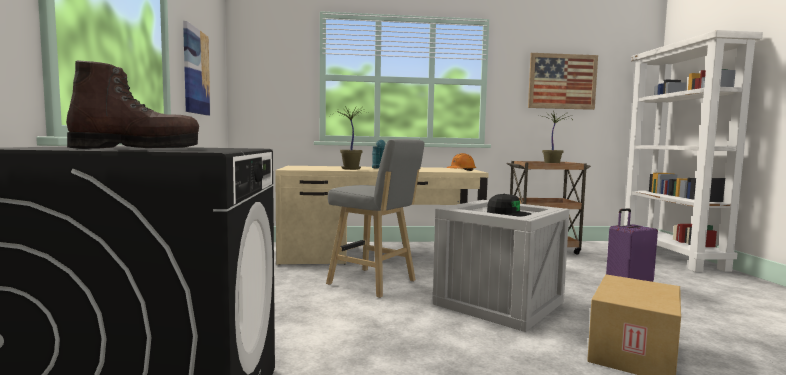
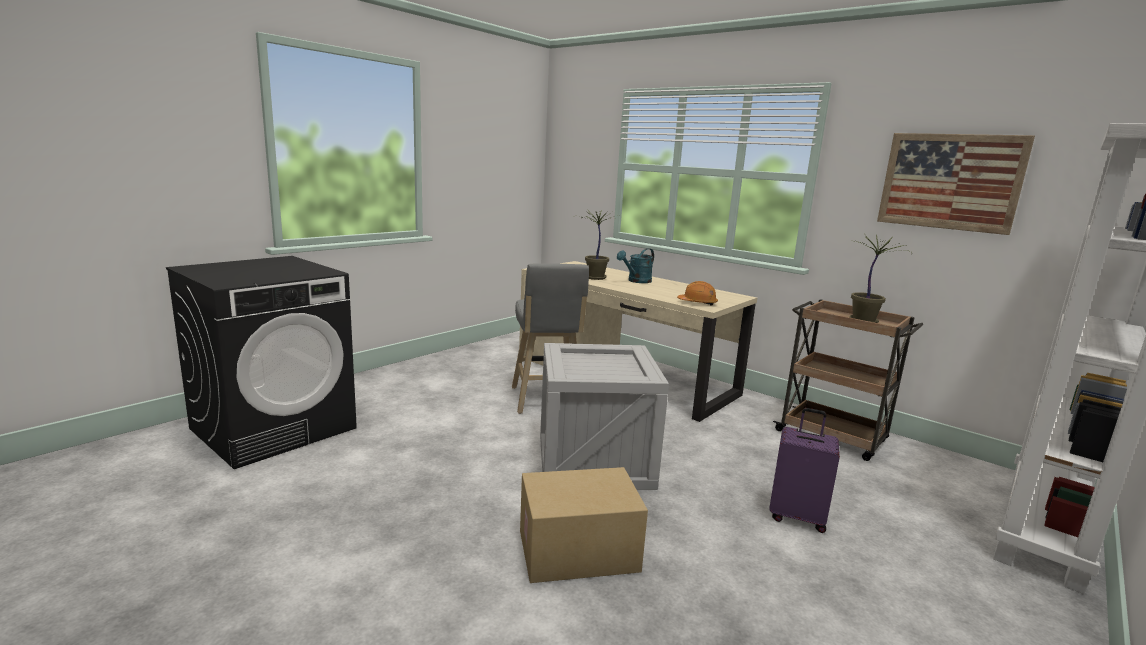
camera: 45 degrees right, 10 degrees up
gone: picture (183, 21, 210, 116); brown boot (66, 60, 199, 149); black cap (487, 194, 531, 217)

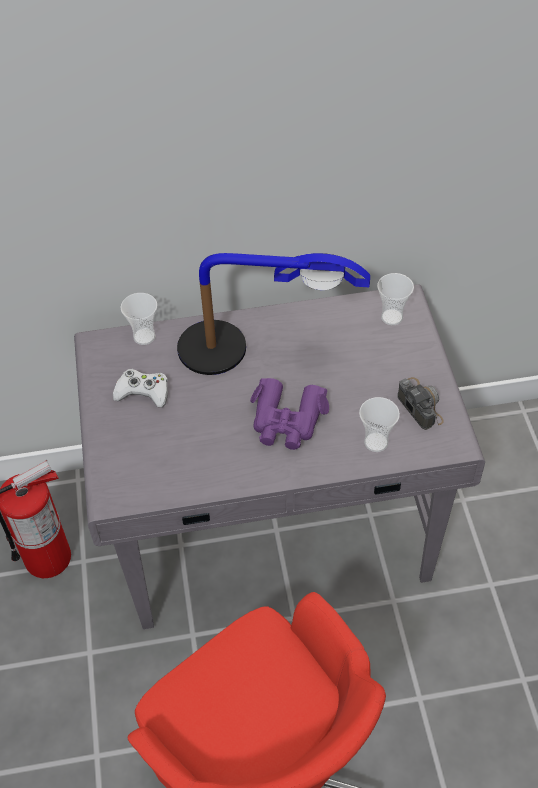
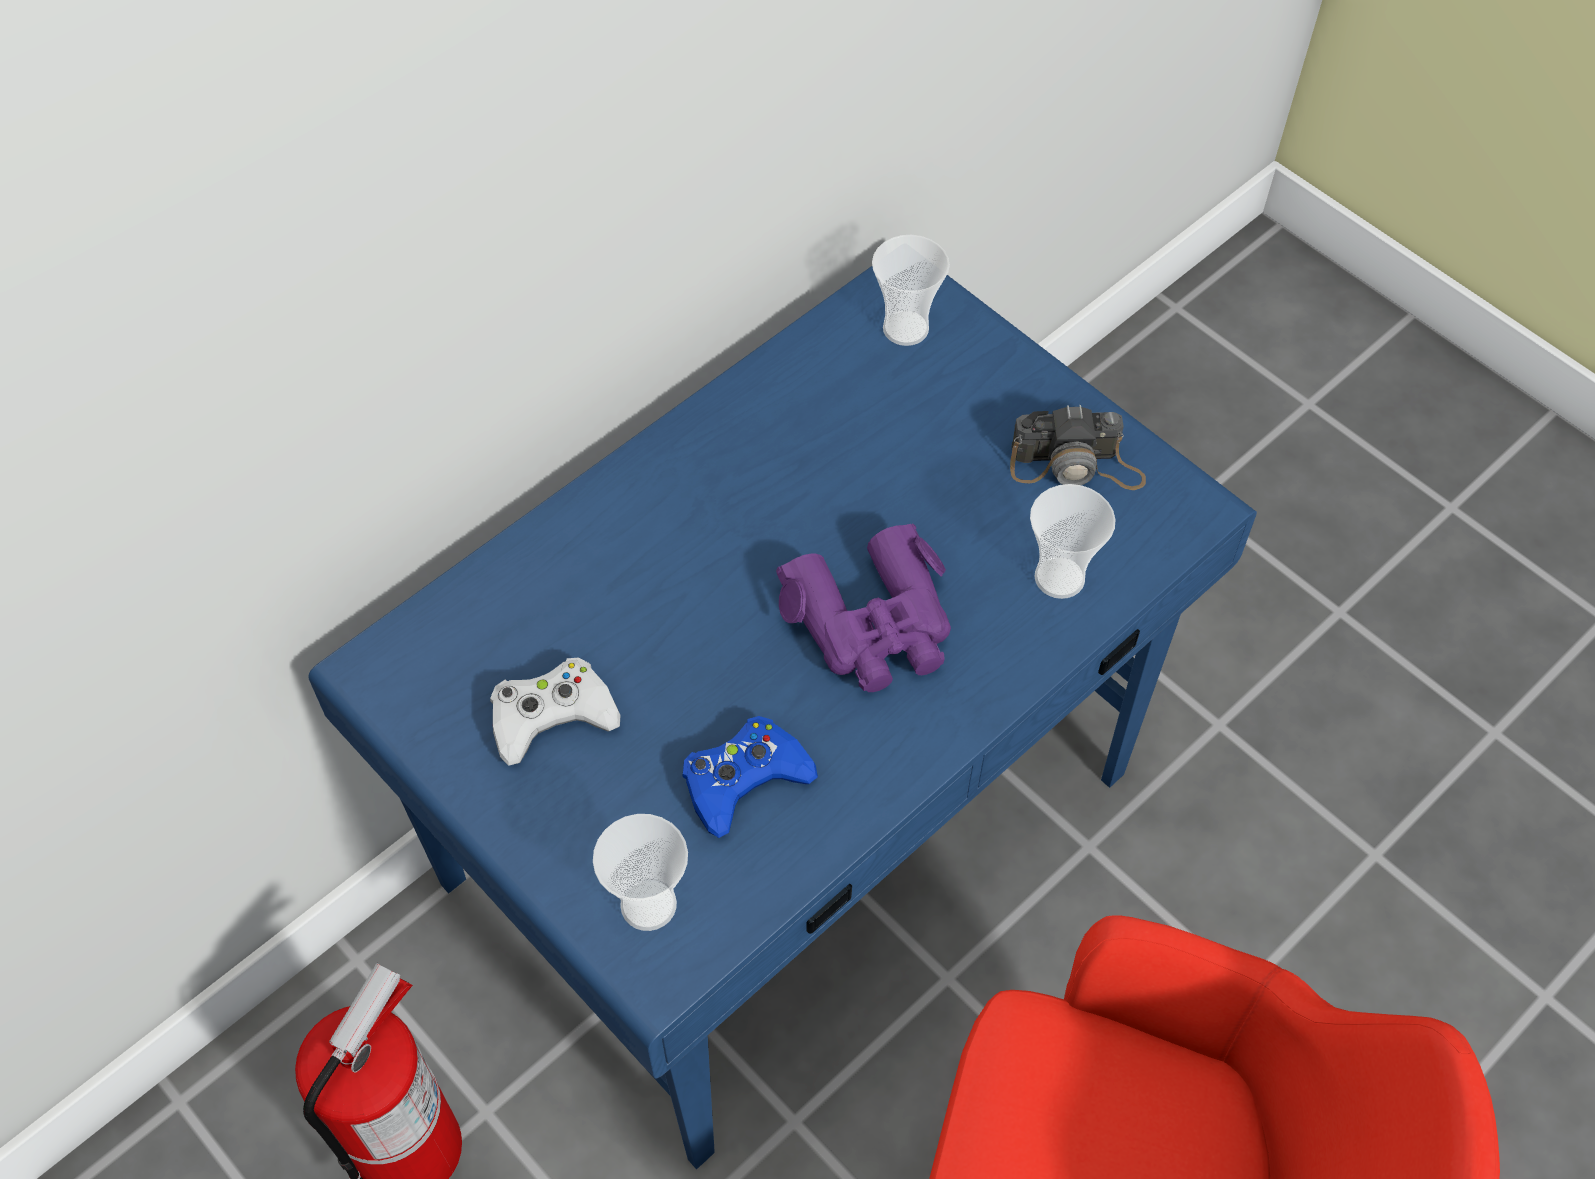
camera: 35 degrees left, 5 degrees up
gone: table lamp (177, 253, 370, 375)
new: blue game controller (682, 716, 818, 838)
shifted: cup (121, 293, 157, 345) to (593, 814, 688, 931)
repainted: grey desk (74, 284, 485, 629) to blue desk (308, 266, 1257, 1170)
rotated: photo camera (397, 377, 444, 430) = (1010, 405, 1146, 490) 150 degrees clockwise

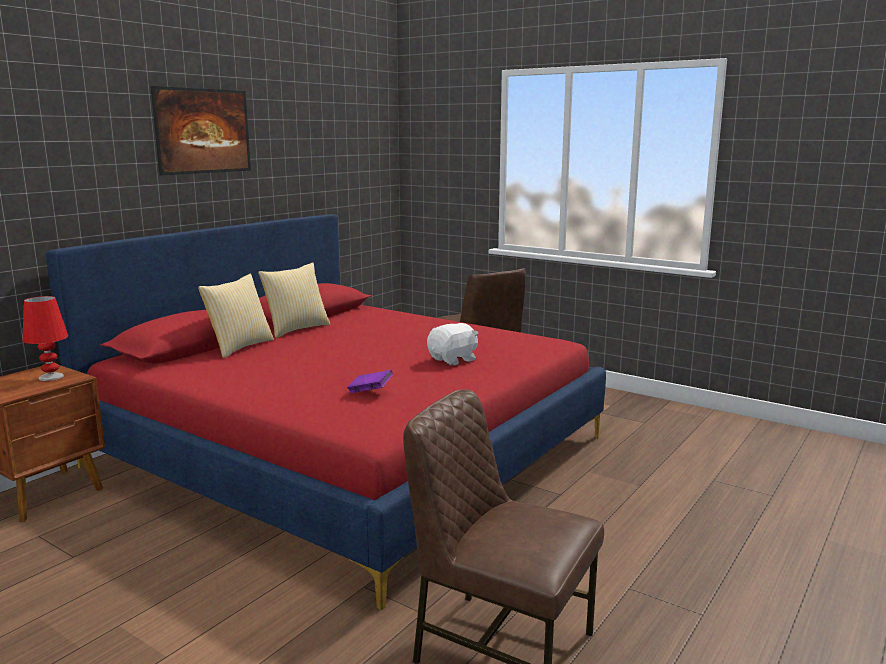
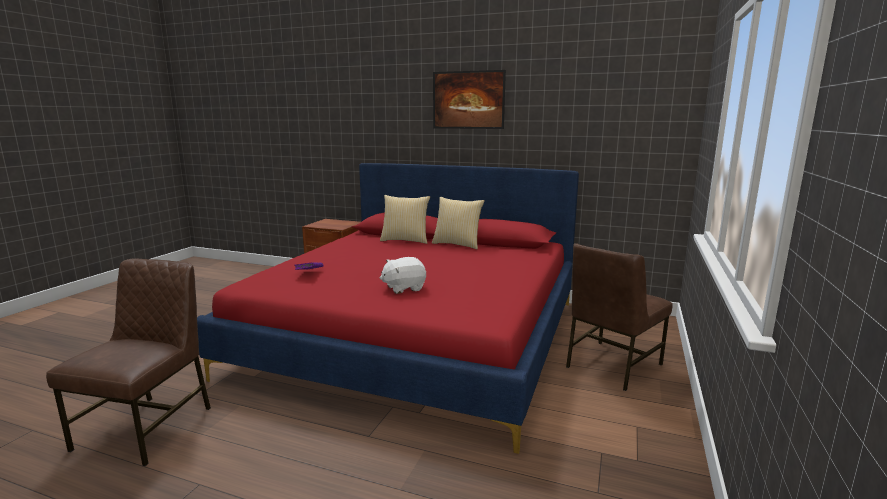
camera: 75 degrees right, 0 degrees up
gone: red table lamp (22, 296, 68, 381)
rotated: white plush toy (427, 323, 478, 366) = (380, 257, 426, 294) 120 degrees clockwise

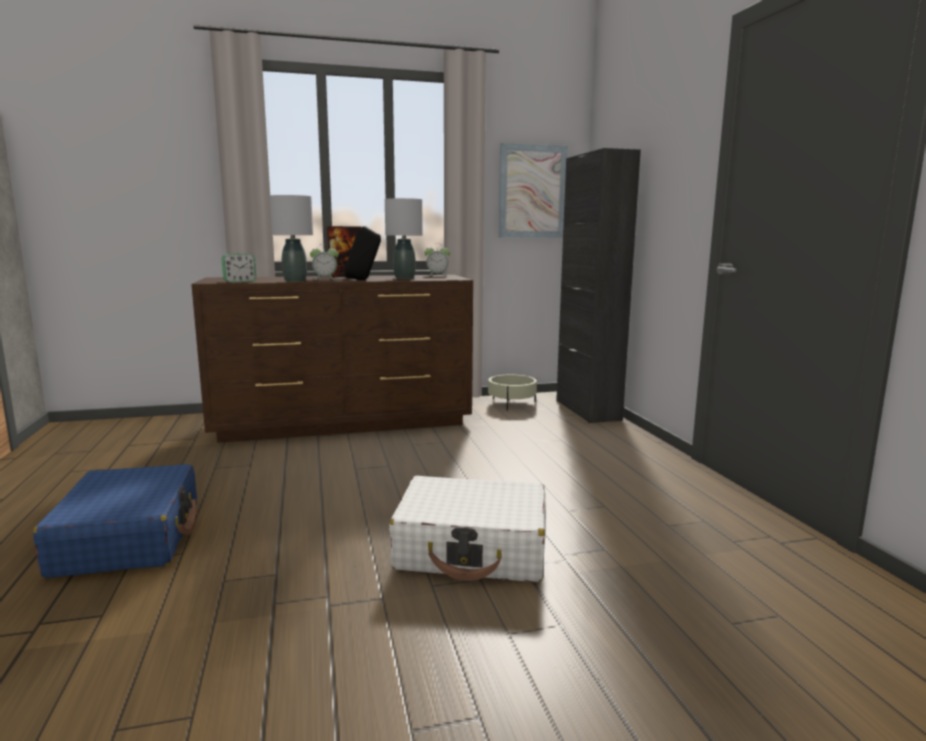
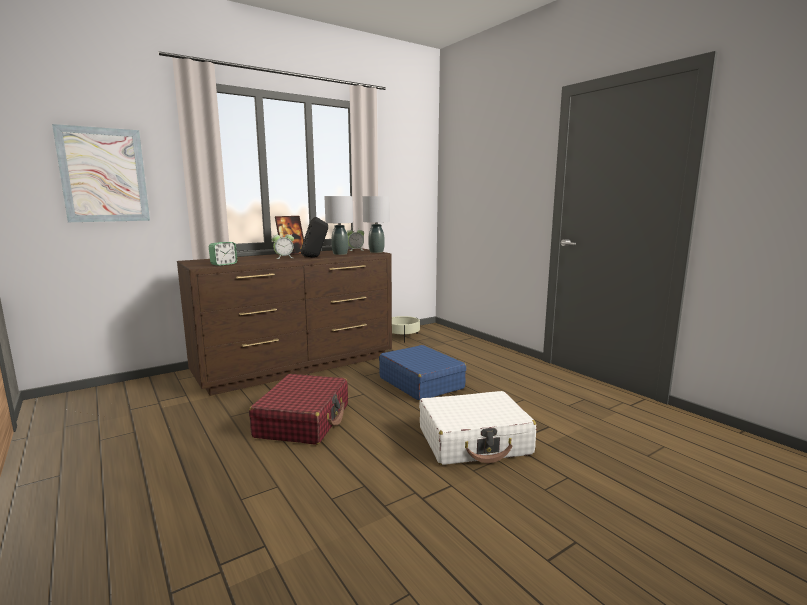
camera: 20 degrees left, 0 degrees up
gone: black cabinet (556, 148, 641, 423)
new: red suitcase (249, 374, 348, 445)
shifted: picture (499, 143, 568, 238) to (52, 124, 150, 222); grey table lamp (270, 195, 313, 282) to (363, 196, 390, 253); blue suitcase (33, 464, 197, 578) to (379, 345, 467, 401)

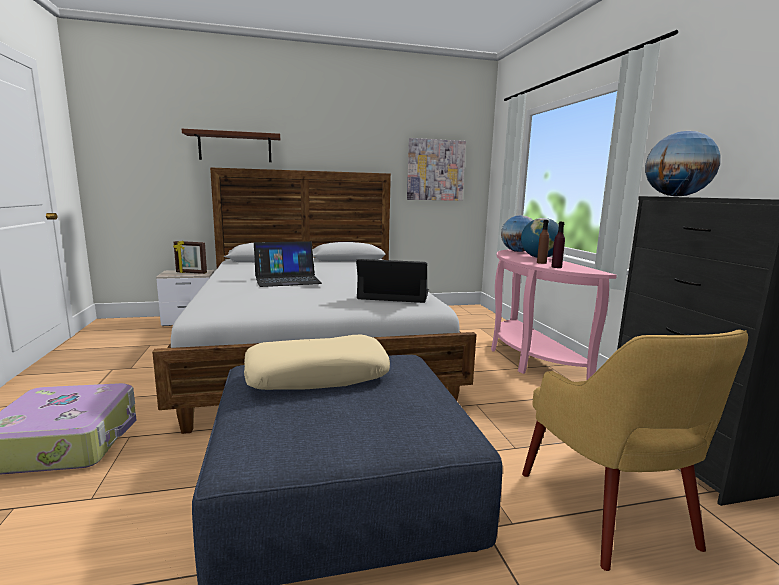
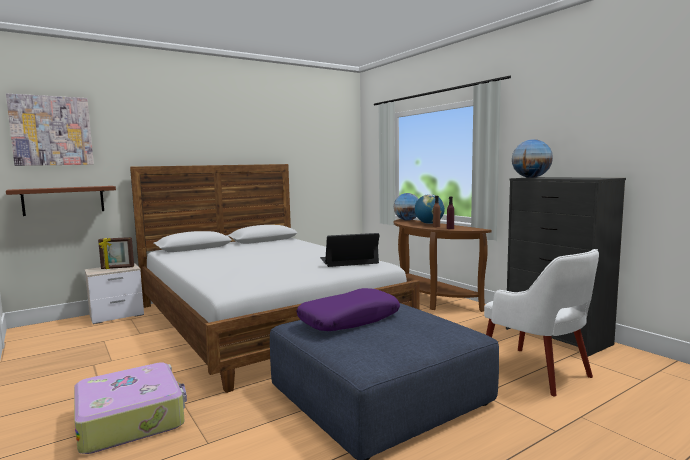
camera: 20 degrees left, 5 degrees down
gone: laptop (254, 241, 322, 287)
shifted: brown shelf (182, 129, 280, 162) to (6, 186, 116, 216); picture (407, 138, 466, 201) to (6, 93, 94, 166)
repainted: pink console table (491, 249, 617, 381) to brown console table (394, 219, 491, 312); yellow armchair (522, 329, 748, 571) to white armchair (484, 249, 599, 396); beige pillow (244, 335, 390, 390) to purple pillow (296, 288, 400, 331)

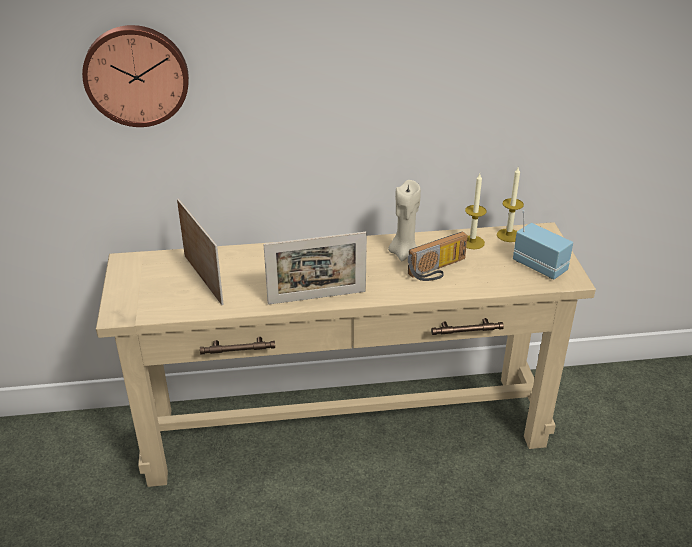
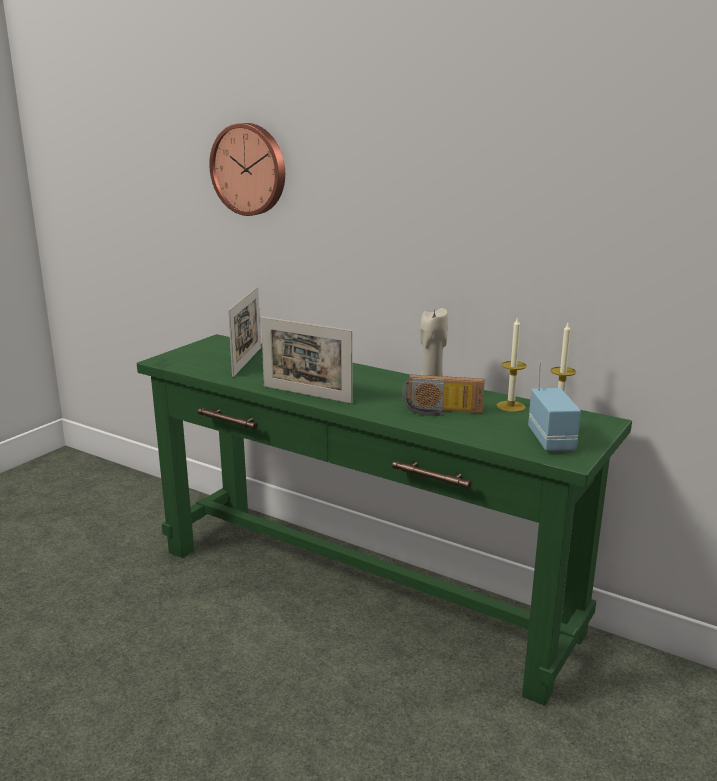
camera: 40 degrees right, 15 degrees down
repainted: beige console table (96, 222, 596, 487) to green console table (137, 334, 632, 706)

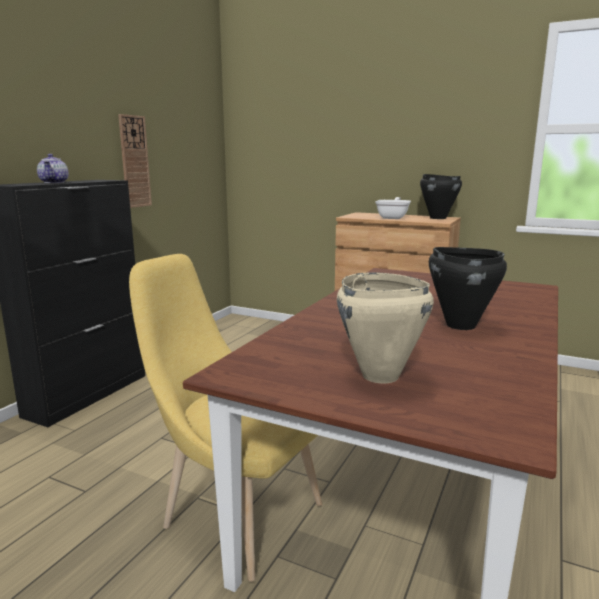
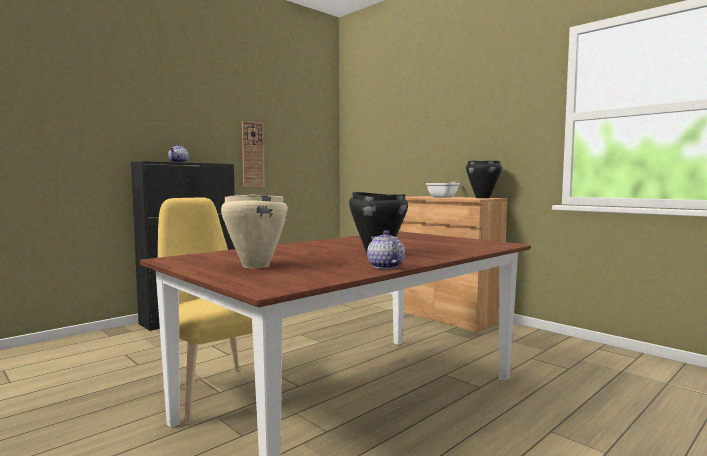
camera: 20 degrees right, 10 degrees down
new: teapot (367, 231, 405, 269)

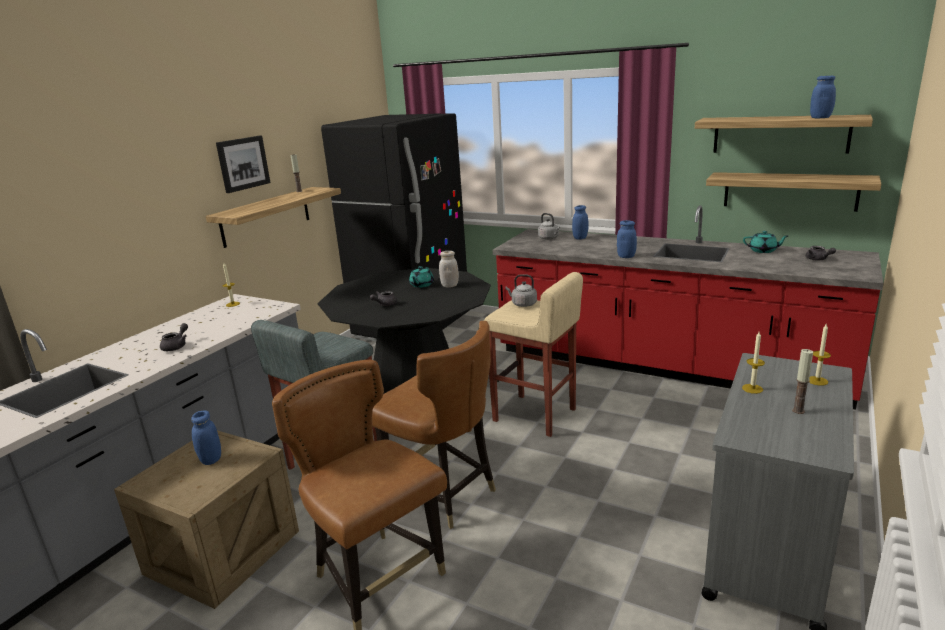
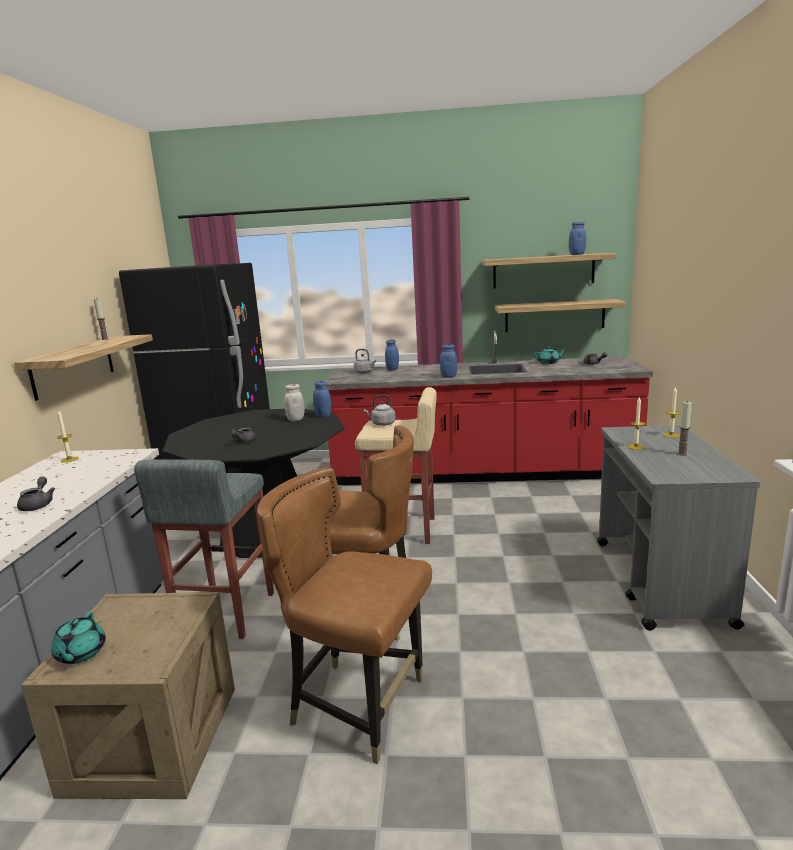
camera: 25 degrees left, 5 degrees down
gone: picture (216, 136, 270, 193)
shifted: turquoise teapot (409, 266, 434, 288) to (51, 612, 106, 664); blue jar (191, 410, 221, 465) to (313, 381, 331, 418)

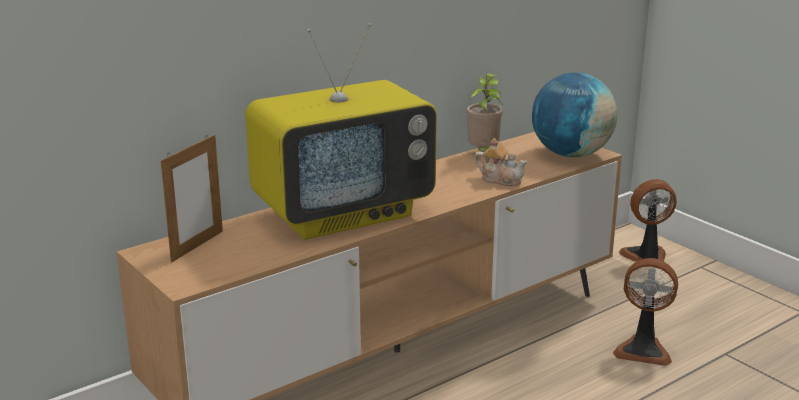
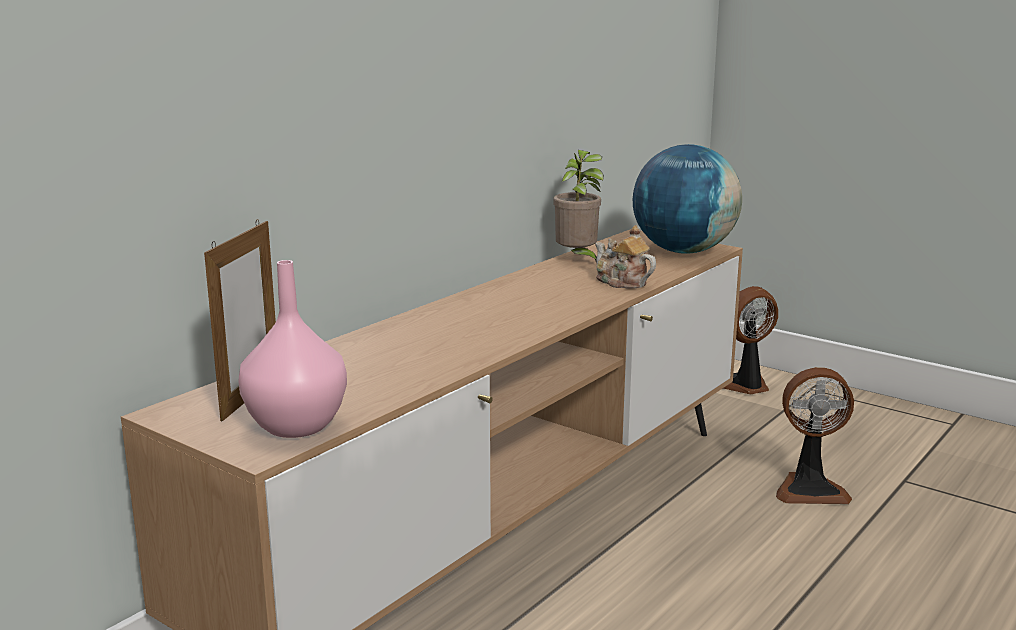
camera: 15 degrees left, 5 degrees down
gone: television (246, 23, 437, 239)
new: pink vase (239, 260, 347, 438)
rotated: teapot (474, 138, 527, 186) = (595, 225, 656, 288) 150 degrees counterclockwise

